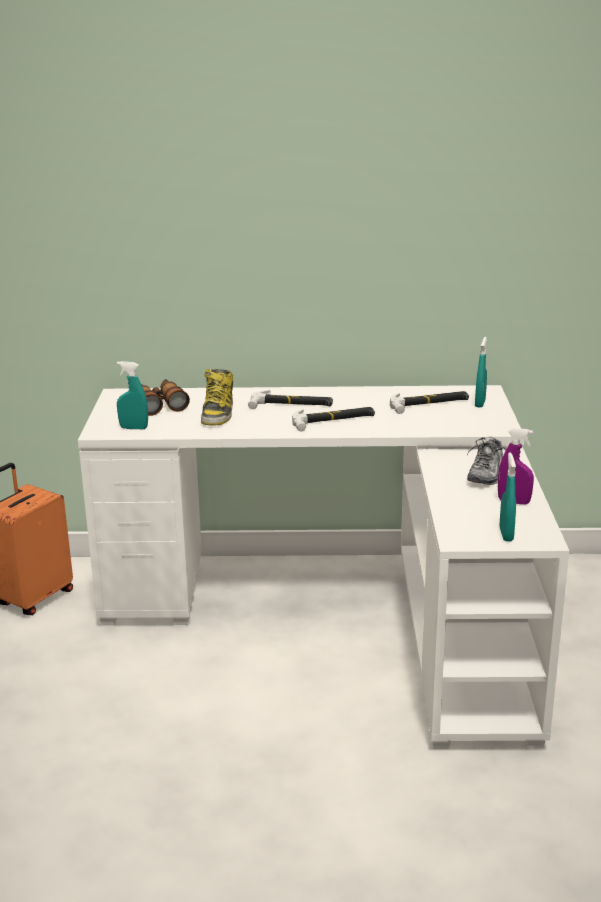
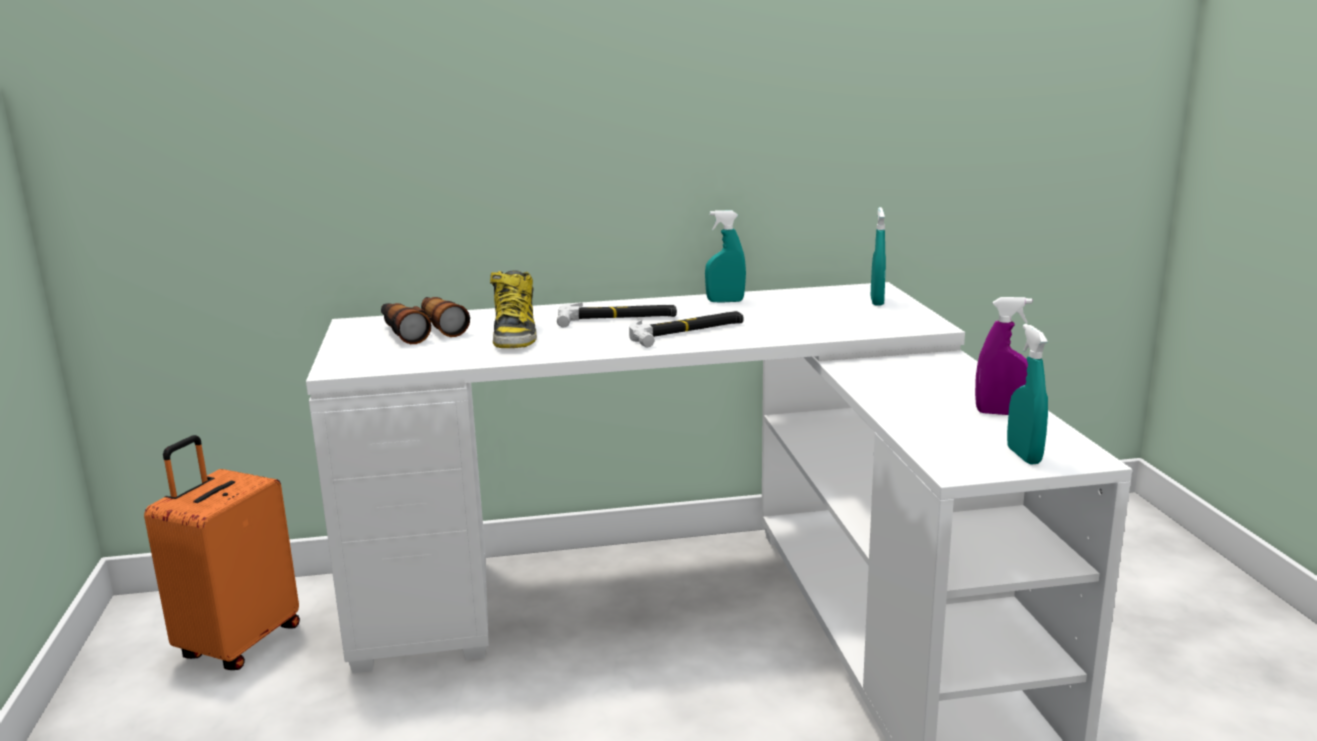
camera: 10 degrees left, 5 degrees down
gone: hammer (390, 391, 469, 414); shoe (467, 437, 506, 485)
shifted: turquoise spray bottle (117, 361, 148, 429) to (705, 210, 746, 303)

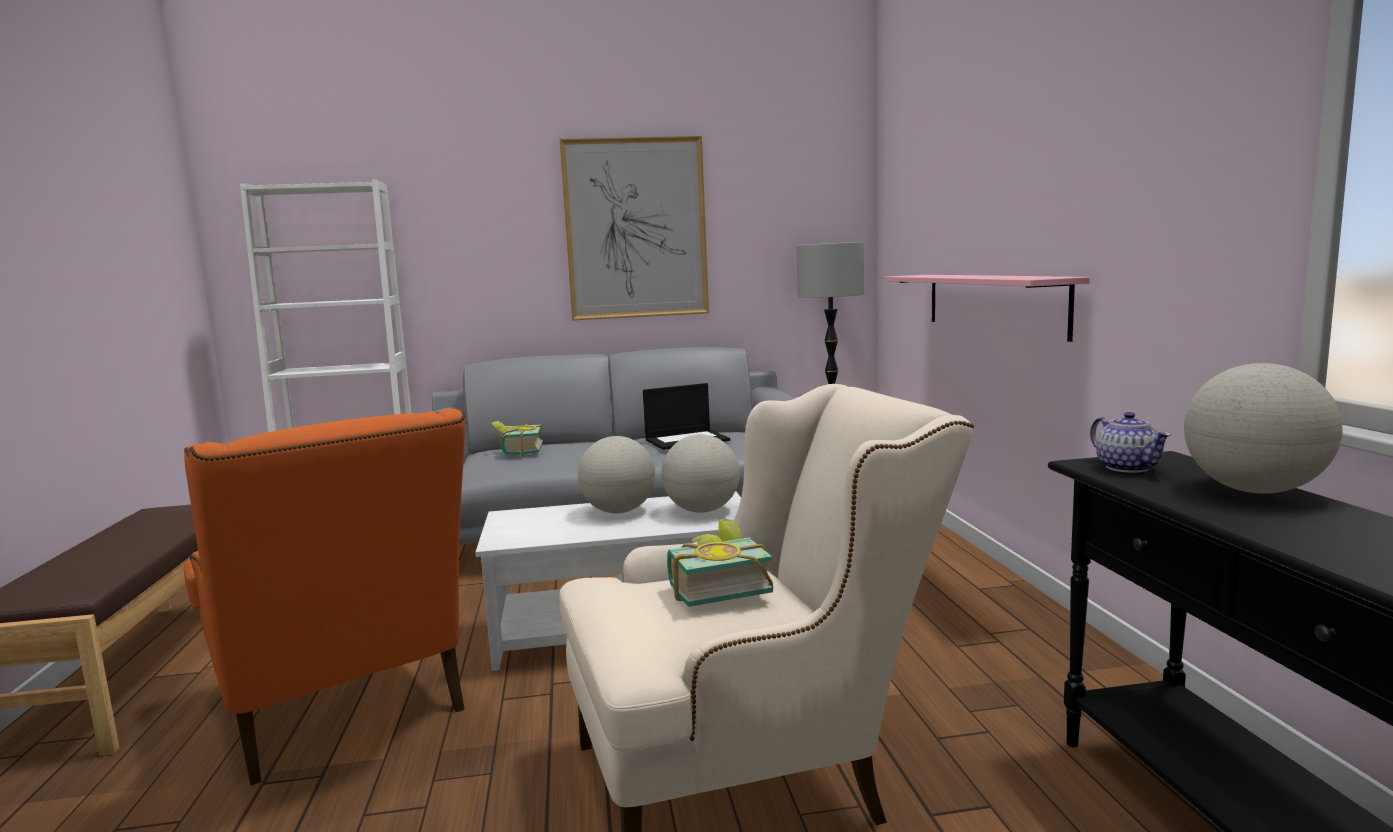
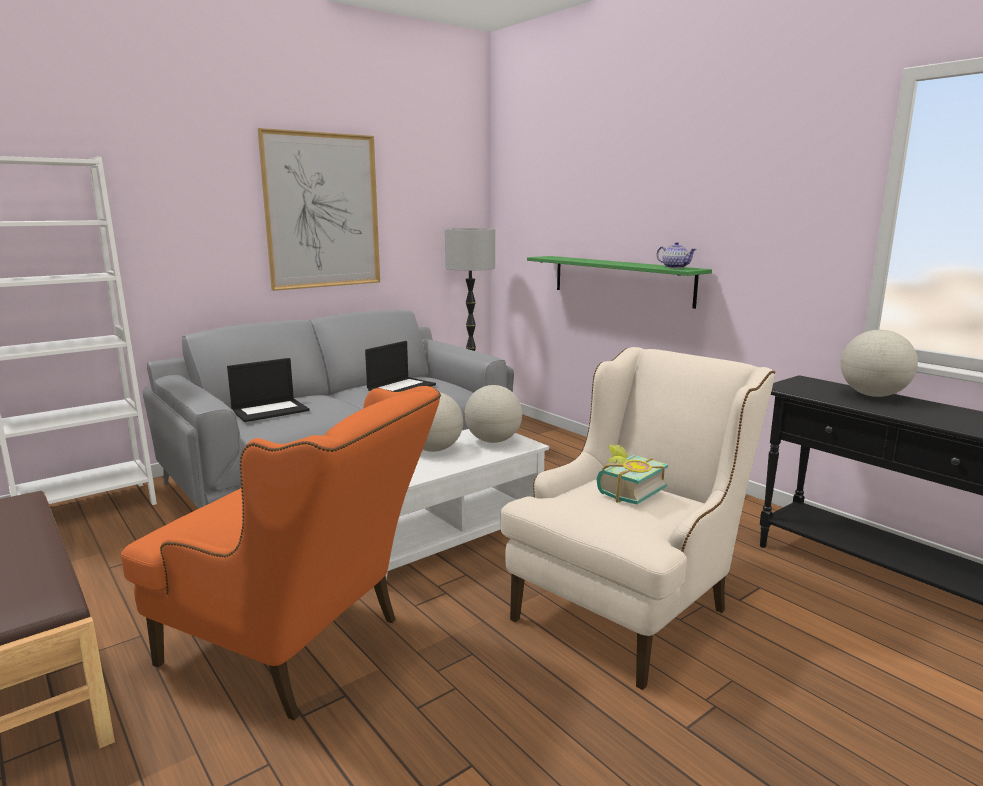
camera: 30 degrees left, 5 degrees up
shifted: teapot (1090, 412, 1171, 473) to (657, 242, 697, 269)
swapped: book (491, 421, 543, 457) to laptop (227, 358, 309, 422)
repainted: pink shelf (884, 275, 1090, 342) to green shelf (527, 256, 712, 309)

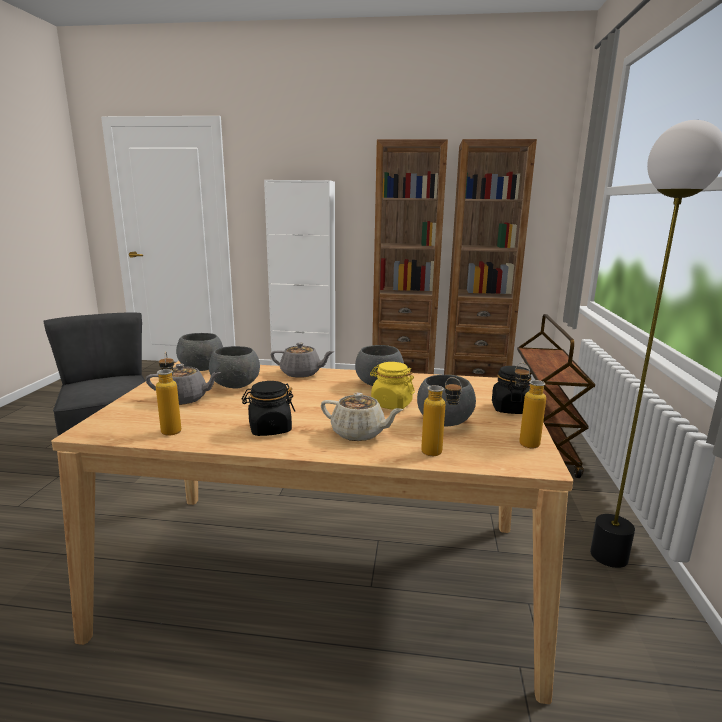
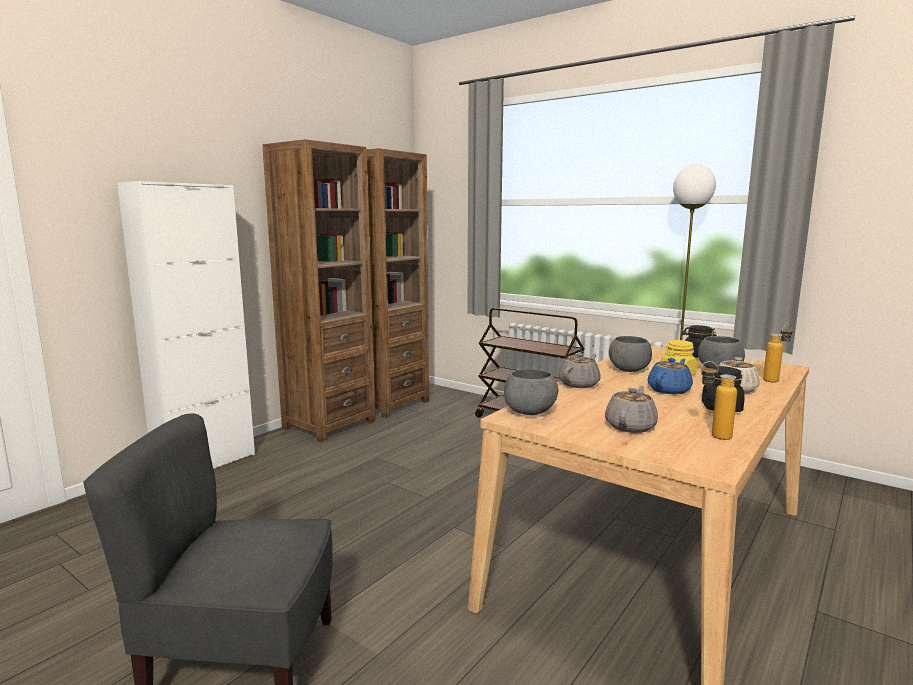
camera: 60 degrees left, 5 degrees down
gone: grey bowl (209, 346, 260, 389); bottle (514, 363, 546, 448)
new: blue teapot (648, 358, 693, 395)

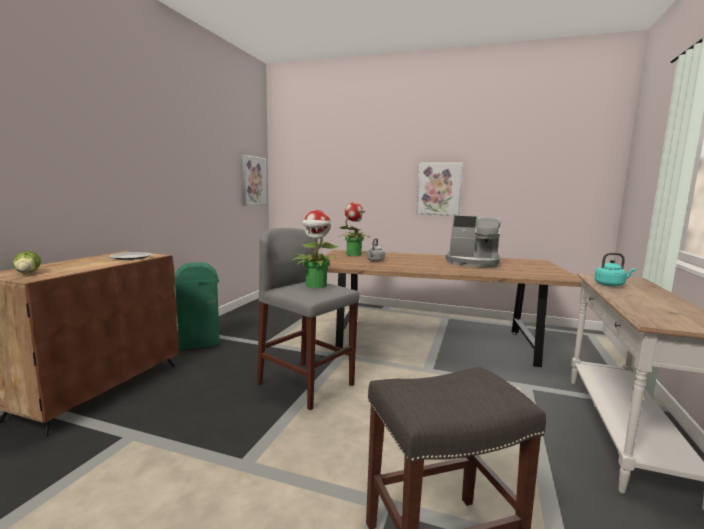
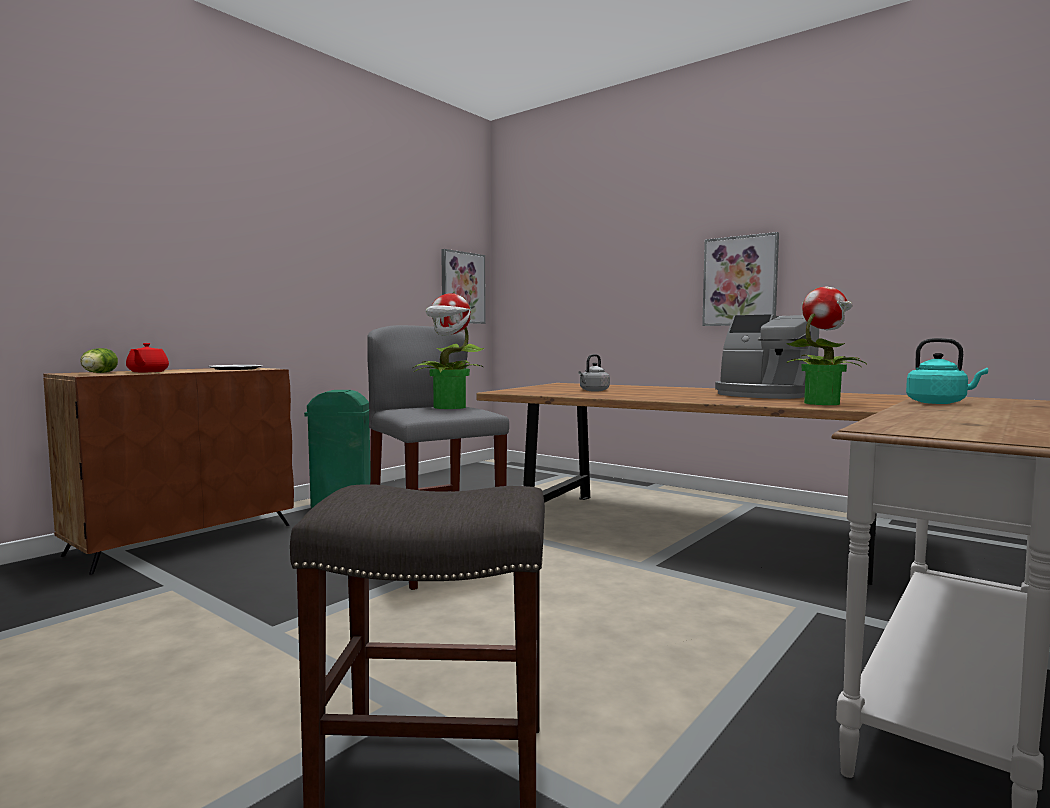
camera: 20 degrees right, 5 degrees down
new: red teapot (126, 343, 169, 372)
shifted: potted plant (338, 202, 372, 256) to (786, 286, 868, 405)

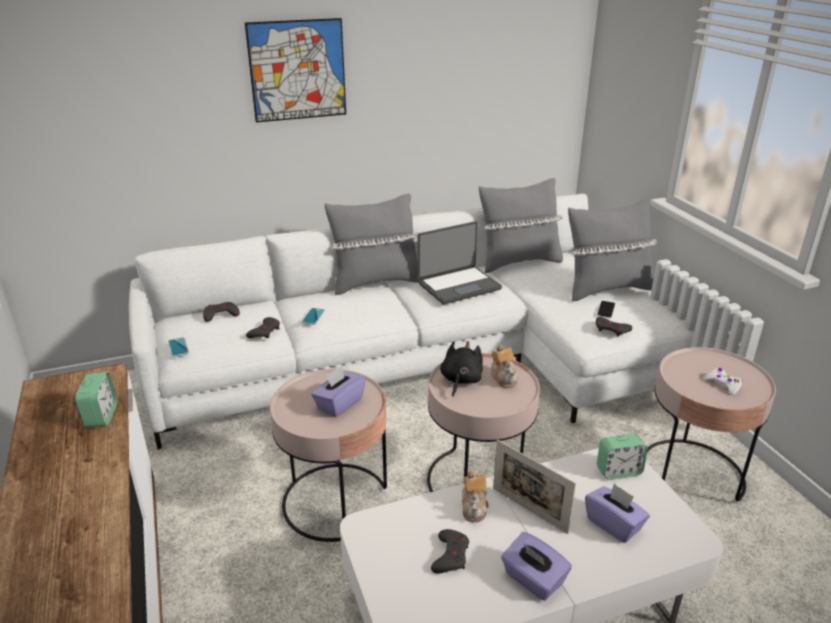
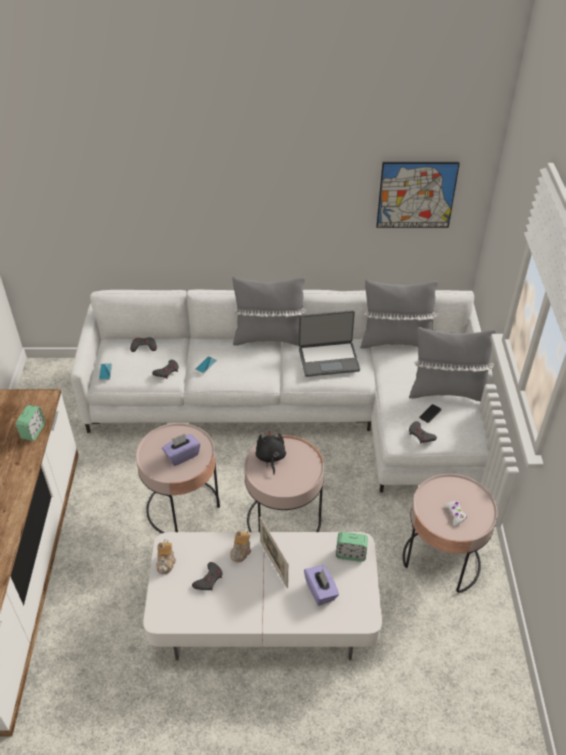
camera: 20 degrees right, 15 degrees up
gone: purple tissue box (501, 532, 572, 601)
shifted: picture (245, 18, 346, 123) to (376, 162, 460, 228); teapot (491, 345, 518, 388) to (156, 539, 176, 574)
rotated: black plush toy (440, 341, 483, 397) = (255, 430, 286, 475) 45 degrees counterclockwise

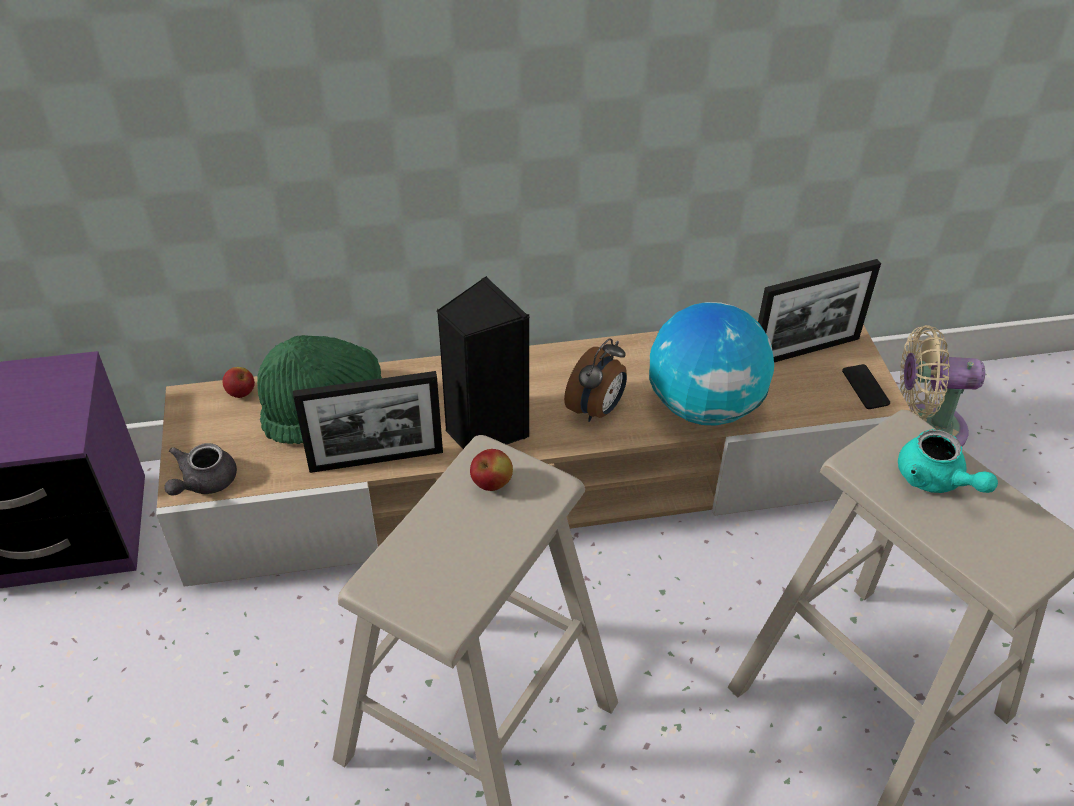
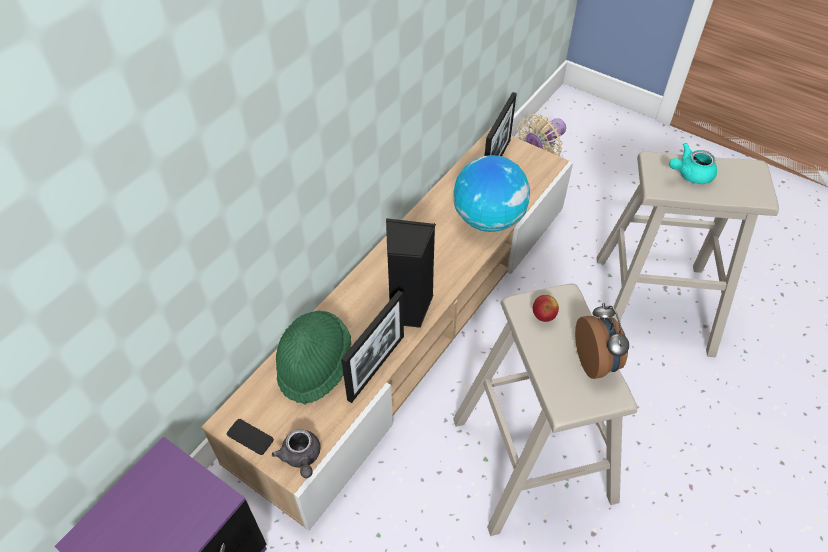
camera: 45 degrees left, 5 degrees up
gone: apple (223, 367, 255, 398)
shifted: alarm clock (564, 338, 627, 422) to (575, 303, 629, 379); phone (842, 364, 890, 409) to (226, 419, 274, 455)
rotated: turquoise teapot (898, 429, 998, 493) = (669, 143, 717, 184) 150 degrees clockwise

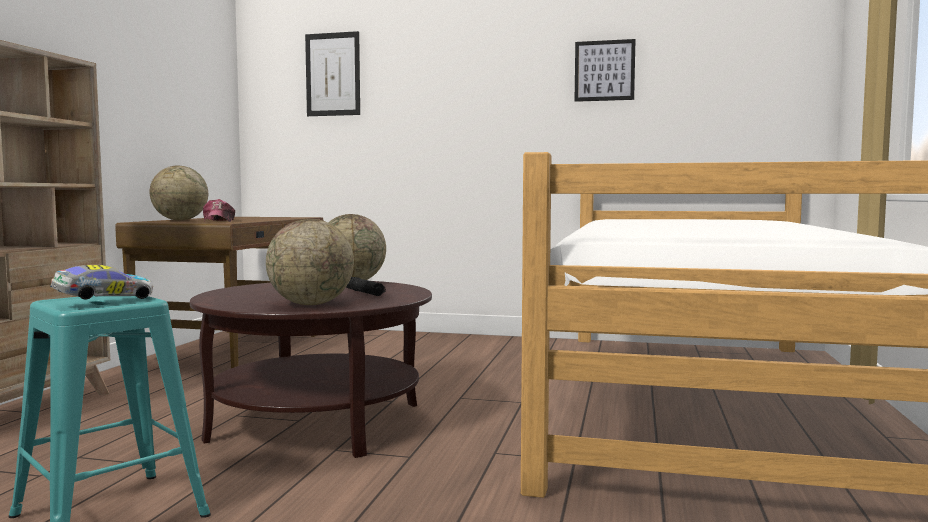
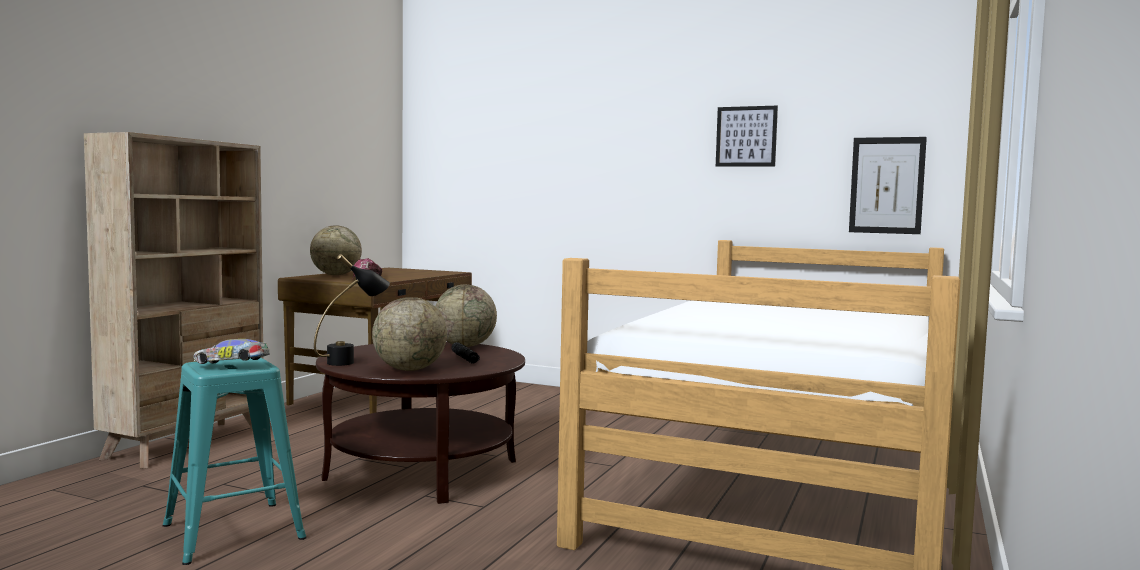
camera: 10 degrees right, 0 degrees up
new: black table lamp (314, 254, 390, 366)
shifted: picture (305, 31, 360, 116) to (849, 137, 927, 234)
rotated: toy car (50, 265, 153, 300) = (193, 339, 270, 364) 135 degrees counterclockwise

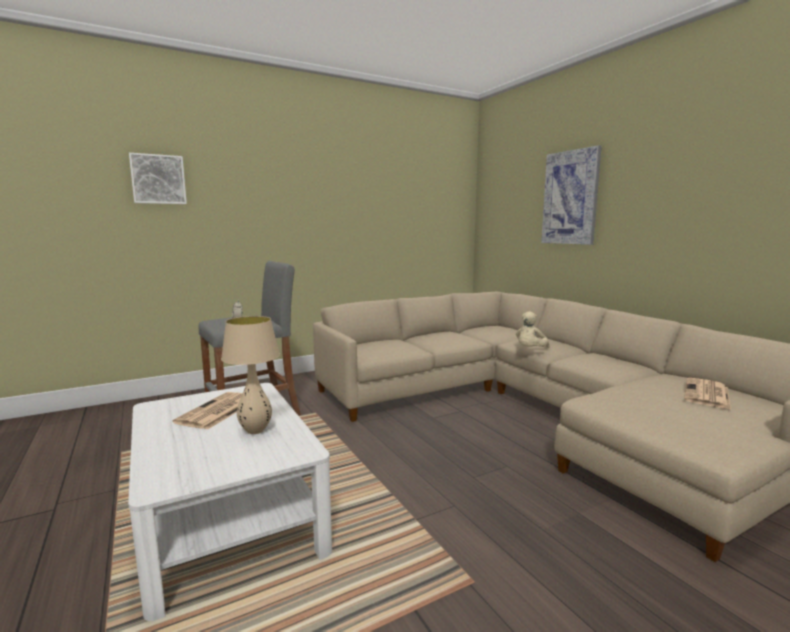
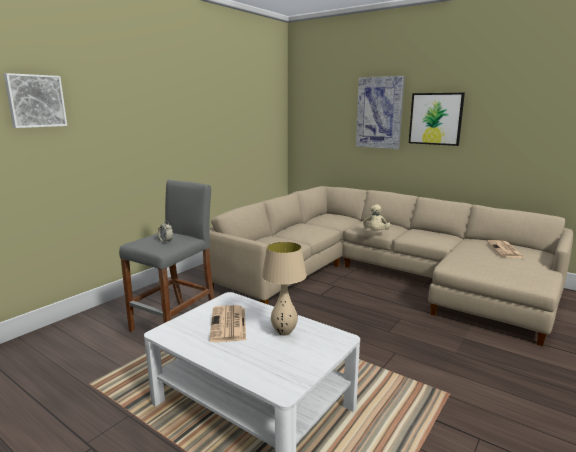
camera: 25 degrees left, 5 degrees up
new: picture (409, 93, 465, 146)

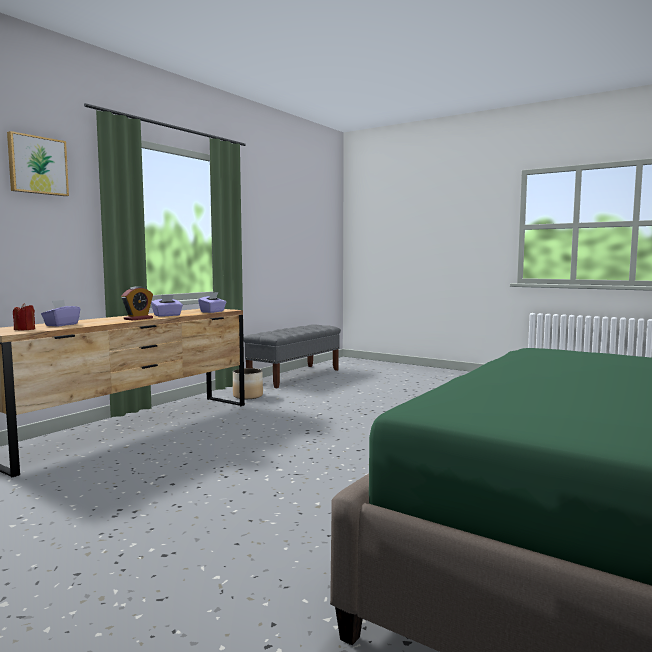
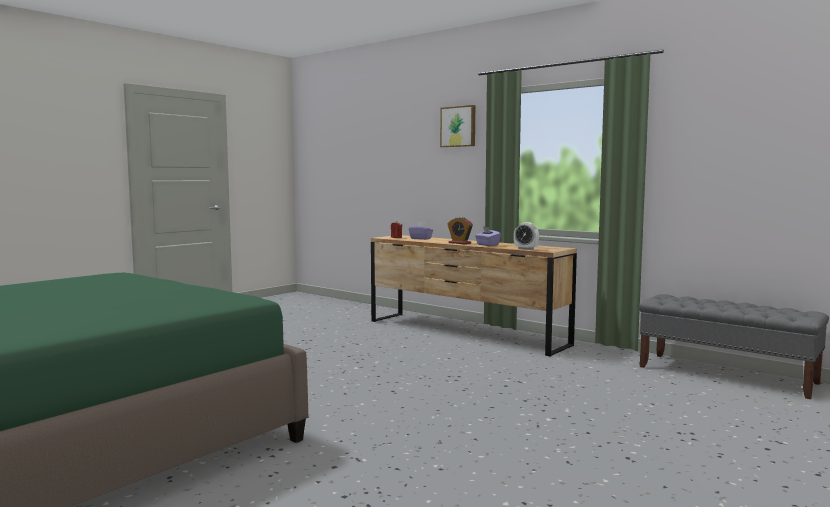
camera: 95 degrees right, 0 degrees up
gone: planter (233, 368, 263, 399)
swapped: purple tissue box (198, 292, 226, 313) to alarm clock (514, 222, 539, 250)

